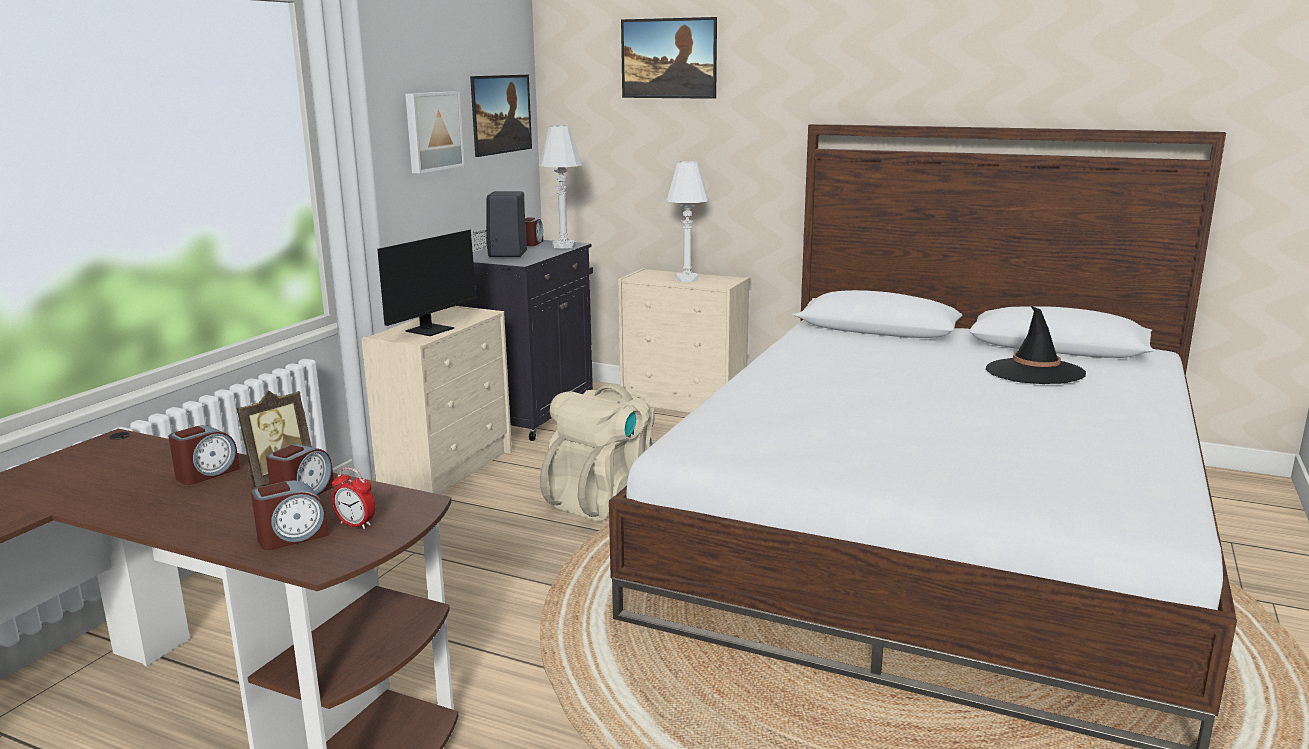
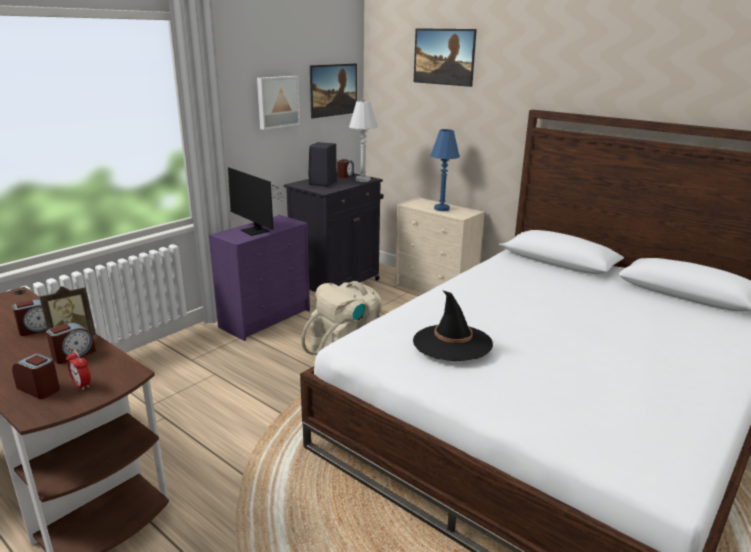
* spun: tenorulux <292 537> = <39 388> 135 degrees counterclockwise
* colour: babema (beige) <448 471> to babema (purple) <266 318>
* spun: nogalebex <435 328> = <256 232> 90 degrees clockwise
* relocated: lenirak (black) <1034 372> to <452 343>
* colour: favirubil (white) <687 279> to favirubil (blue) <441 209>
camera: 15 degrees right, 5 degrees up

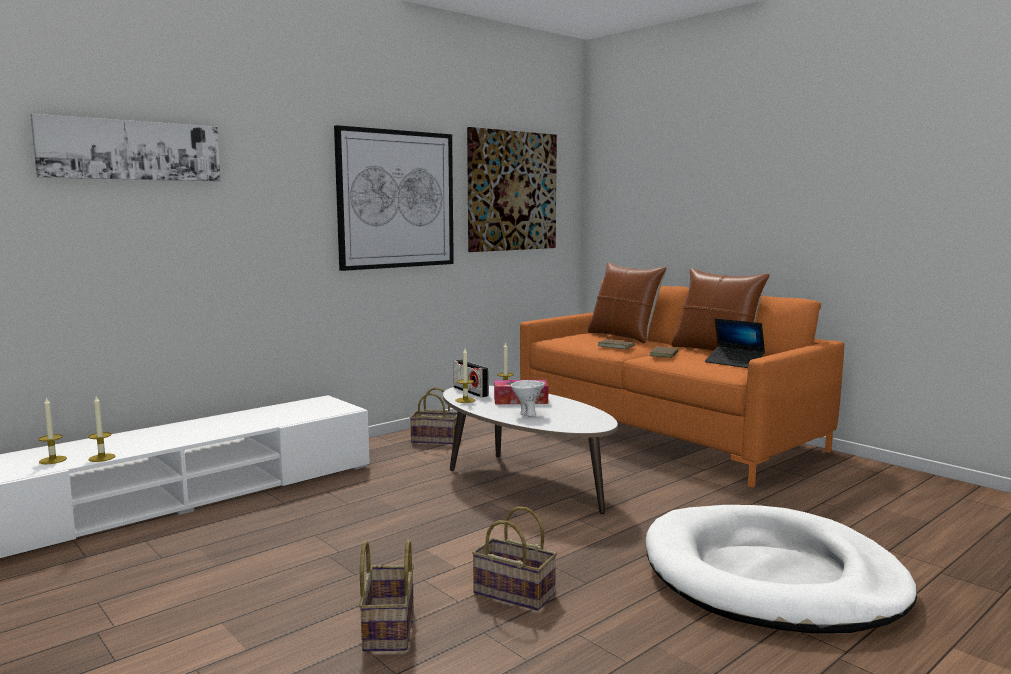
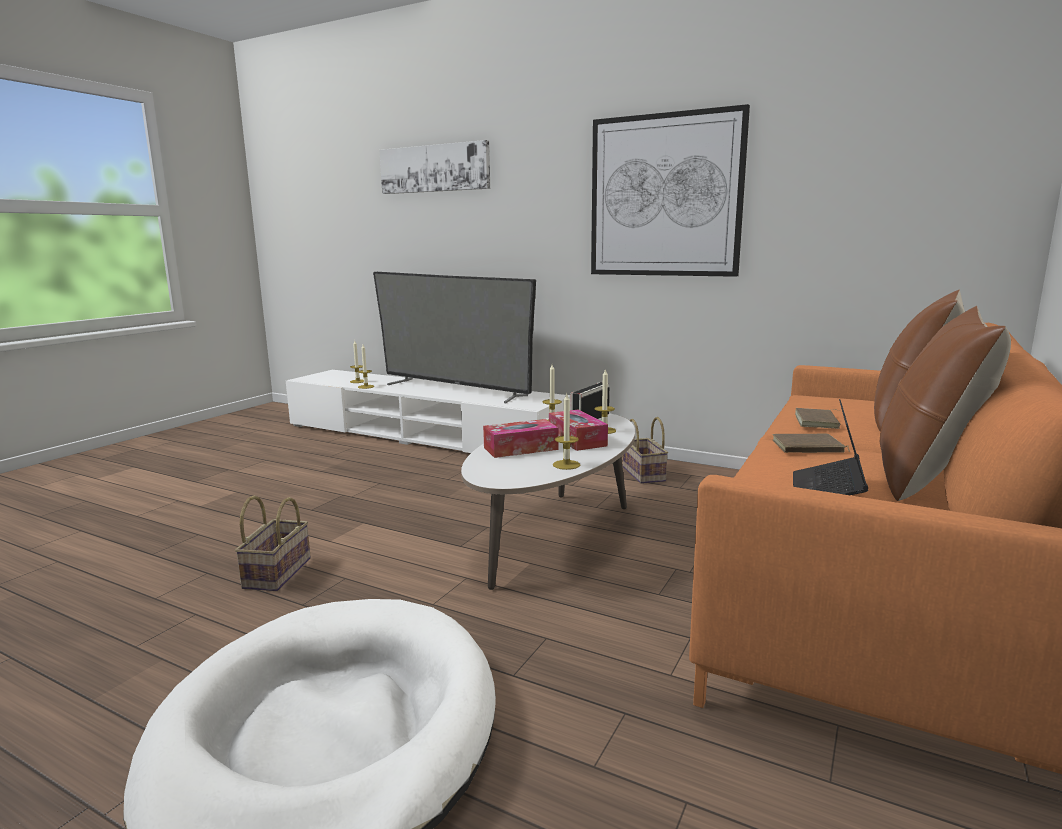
* appeared: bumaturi <454 390>
* exchanged: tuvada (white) <527 414> to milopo <520 448>
* appeared: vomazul <566 465>
* missing: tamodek <387 627>
* missing: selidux <512 191>
camera: 70 degrees right, 5 degrees up

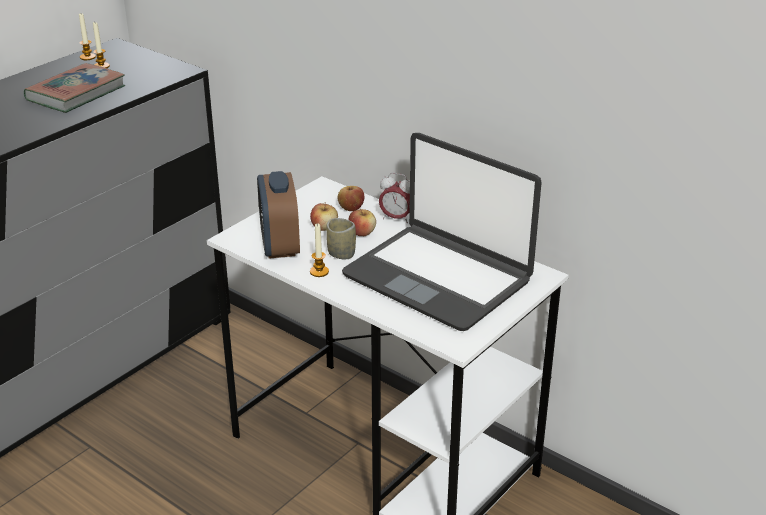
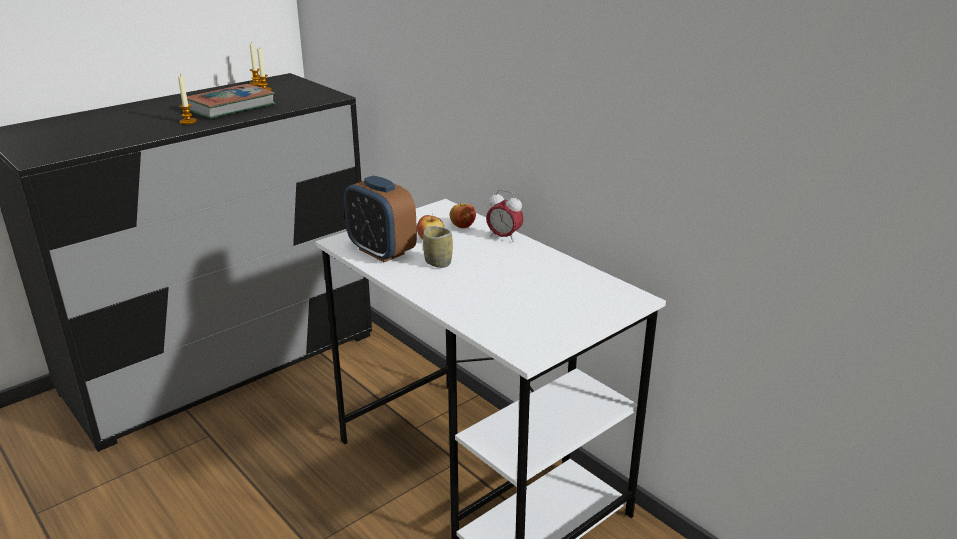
* relocated: vomazul <319 272> to <188 121>
* spun: tenorulux <280 246> = <381 251> 45 degrees counterclockwise
* missing: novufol <438 278>
* missing: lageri <362 233>
camera: 10 degrees right, 5 degrees down

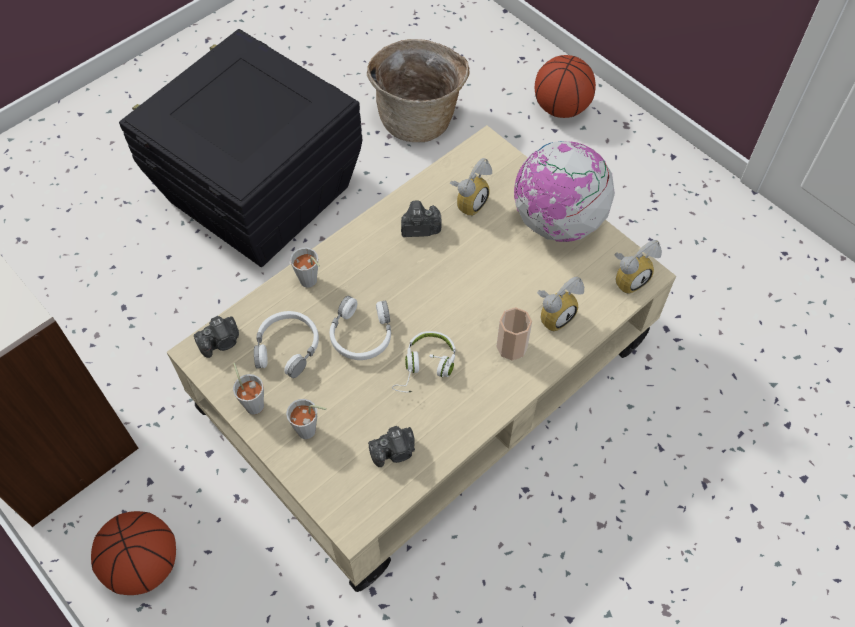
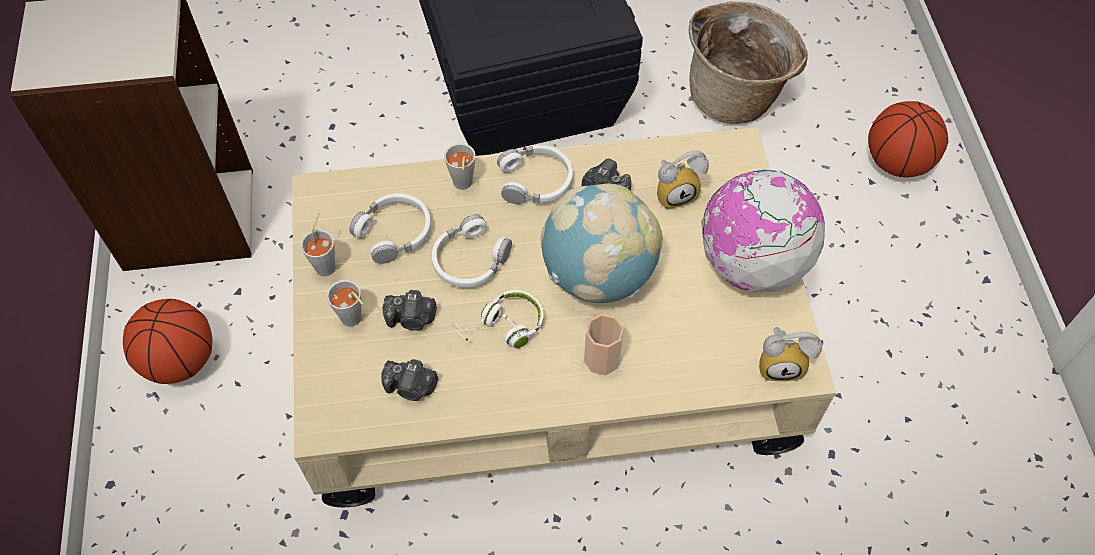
* relocated: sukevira <221 342> to <412 319>
* appeared: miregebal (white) <536 181>
* appeared: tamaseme <598 275>
* missing: tenorulux <554 314>
camera: 35 degrees right, 0 degrees up

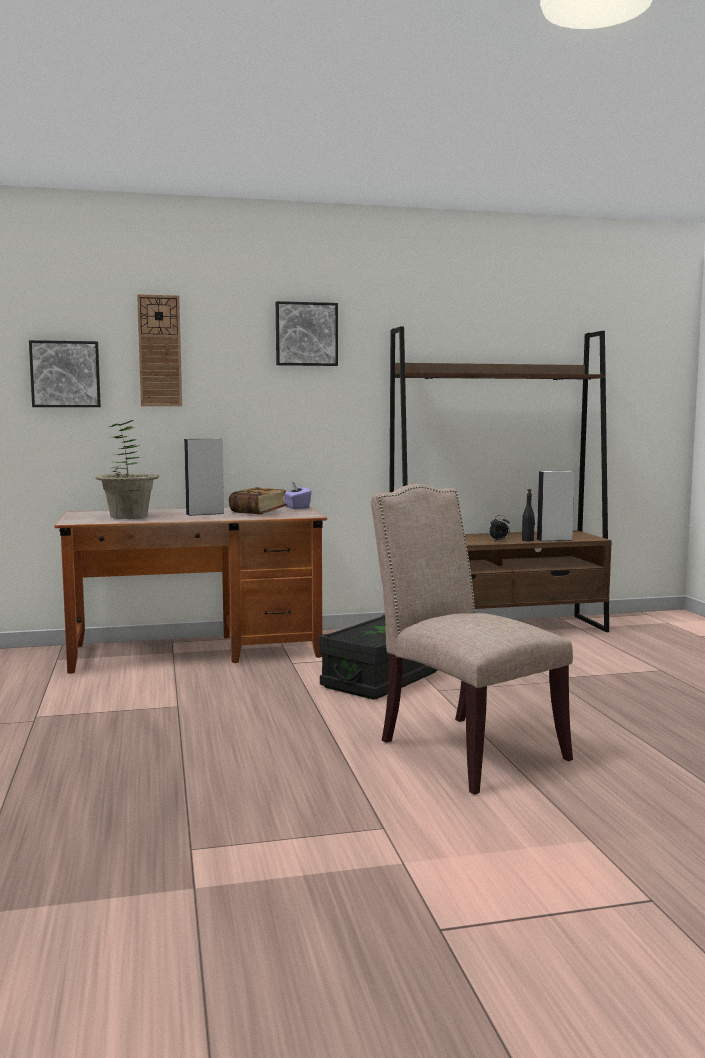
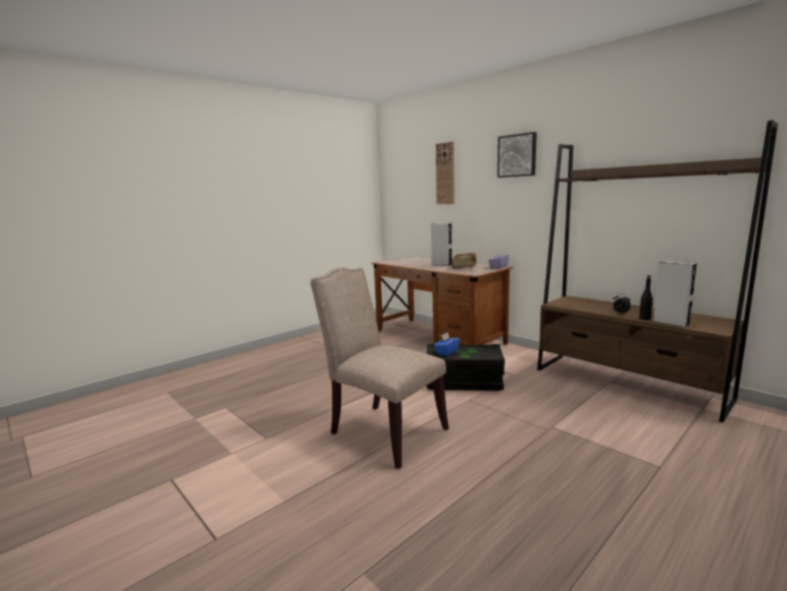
* spun: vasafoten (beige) <464 749> = <383 431> 75 degrees counterclockwise
* appeared: milopo (blue) <446 352>
* missing: selidux <65 374>
* missing: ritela <129 516>
camera: 60 degrees right, 5 degrees up

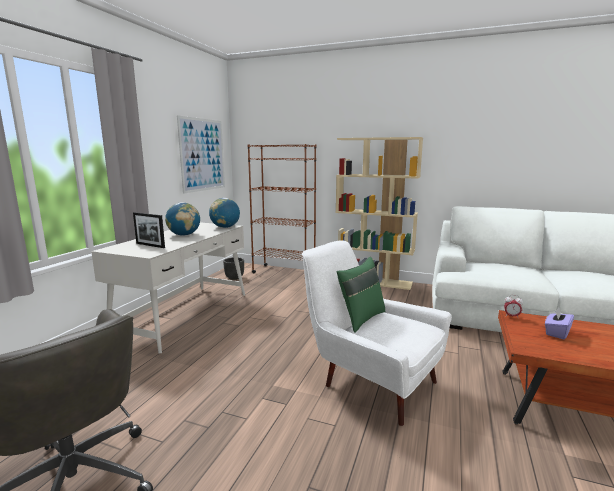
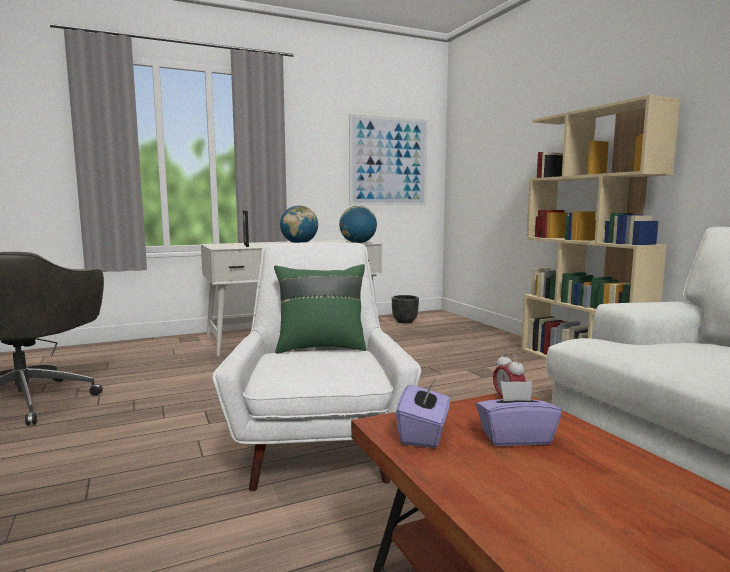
* appeared: milopo (purple) <424 434>
* missing: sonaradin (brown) <284 272>
camera: 45 degrees right, 5 degrees down

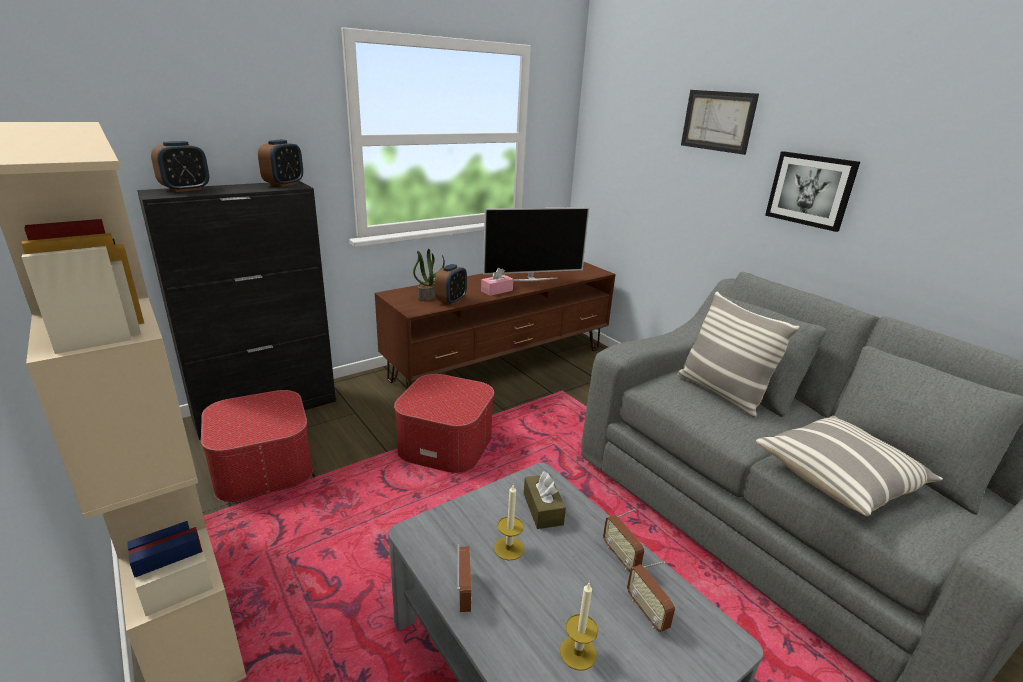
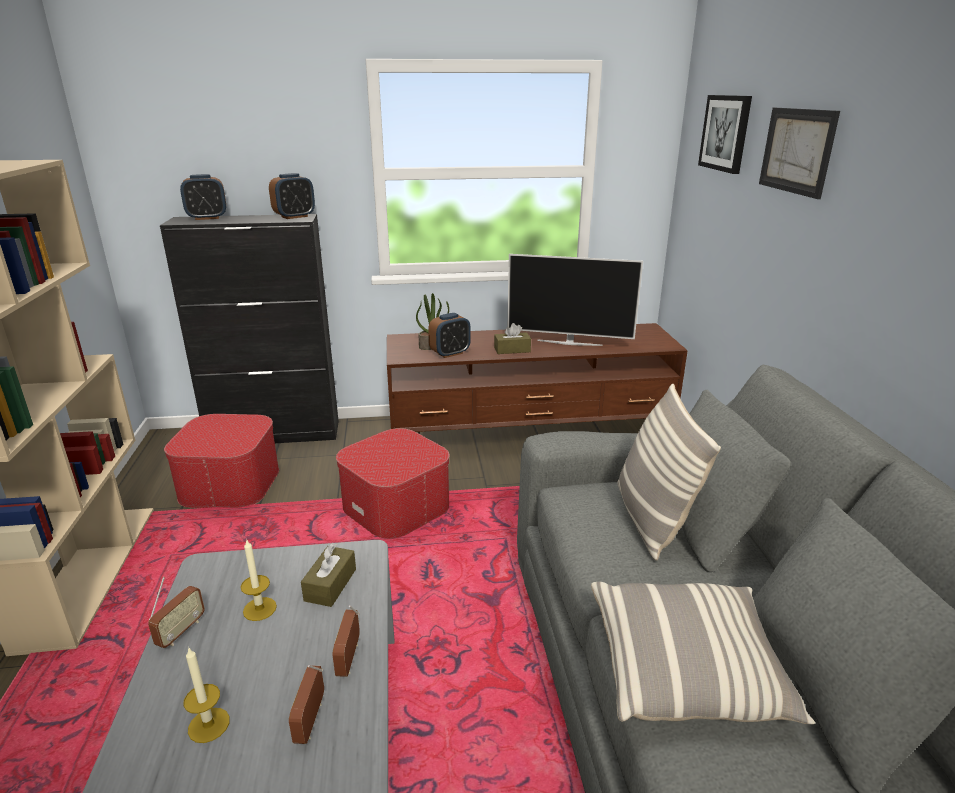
* colour: milopo (pink) <496 291> to milopo (brown) <512 350>
* relocated: selidux <810 190> to <726 133>
camera: 30 degrees right, 0 degrees up

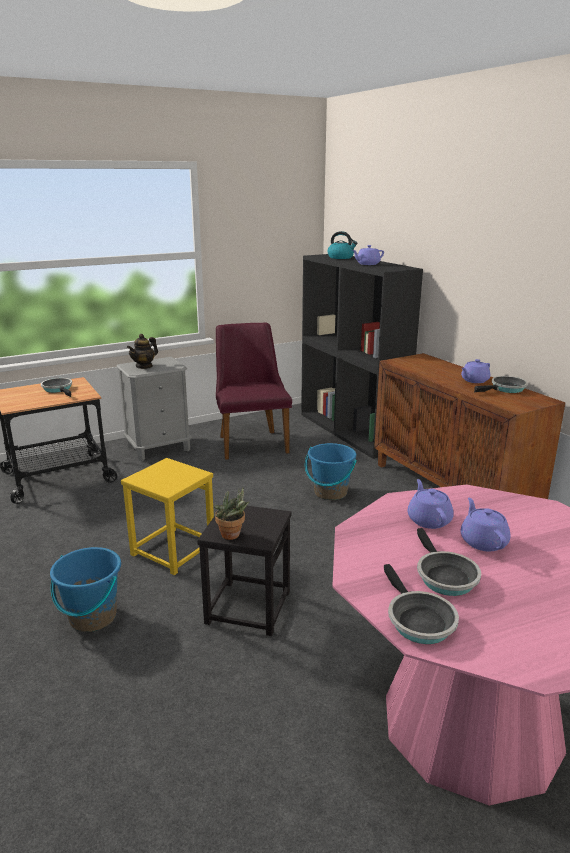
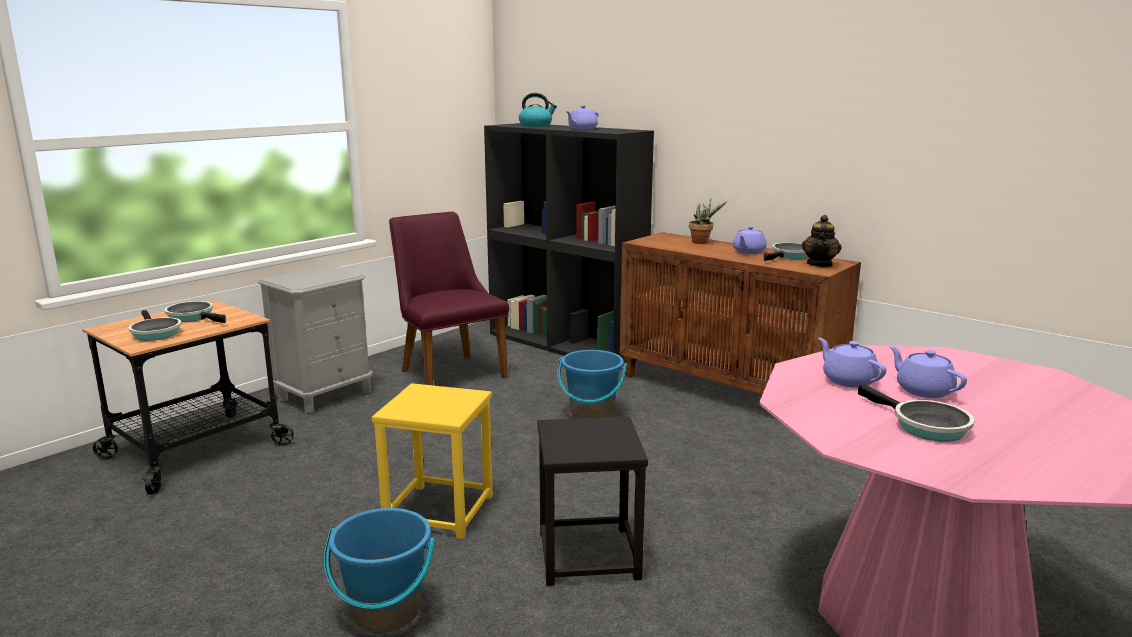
* relocated: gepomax <417 620> to <155 333>
* relocated: ritela <233 536> to <702 242>
* relocated: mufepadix <144 366> to <820 264>
camera: 20 degrees left, 5 degrees down

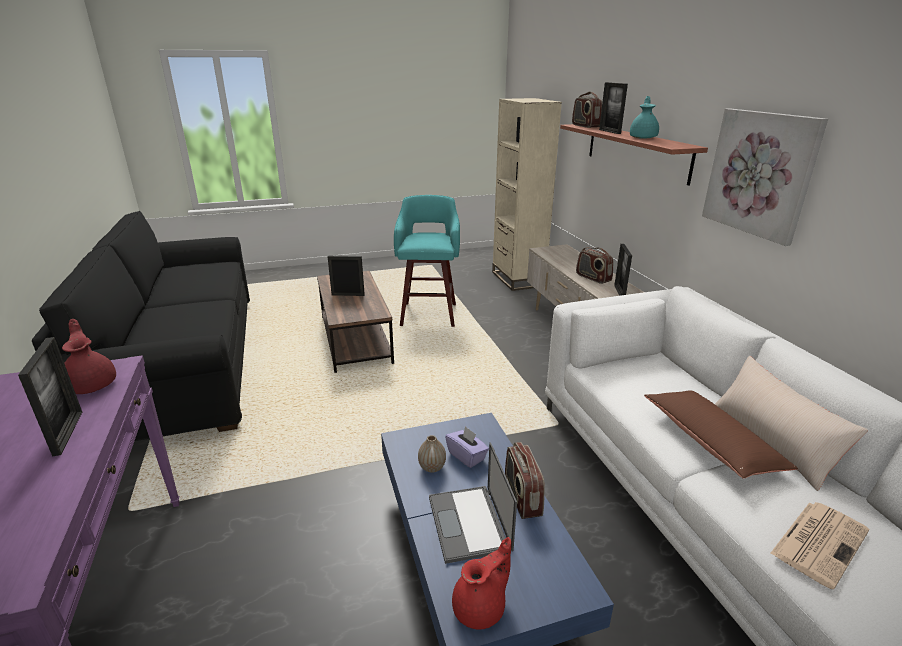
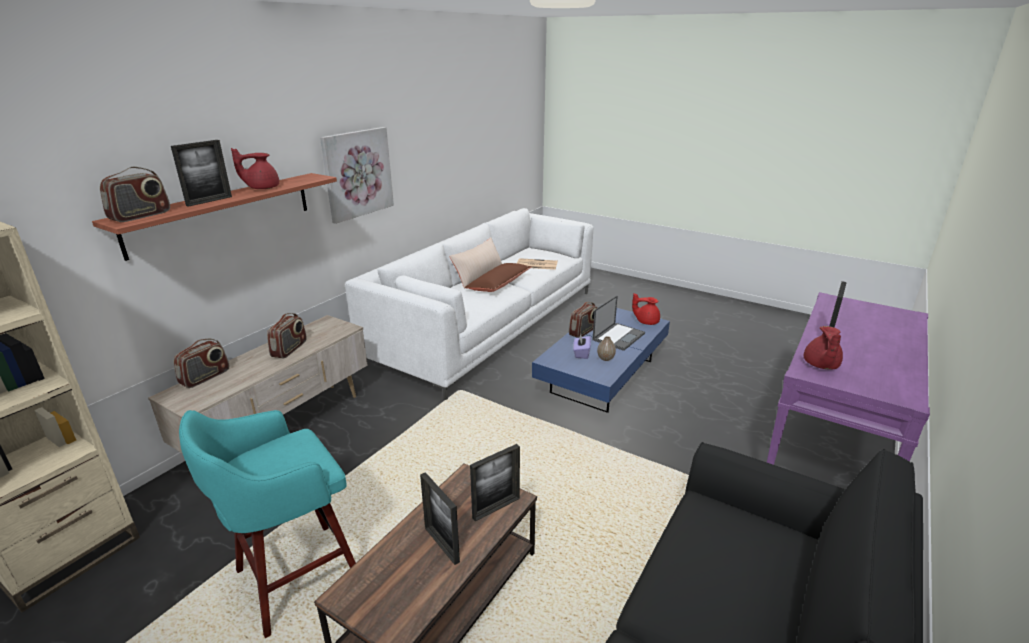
* appeared: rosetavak <205 377>
* colour: mufepadix (turquoise) <643 138> to mufepadix (red) <262 188>
* relocated: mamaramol <619 292> to <496 508>
camera: 130 degrees left, 0 degrees up

